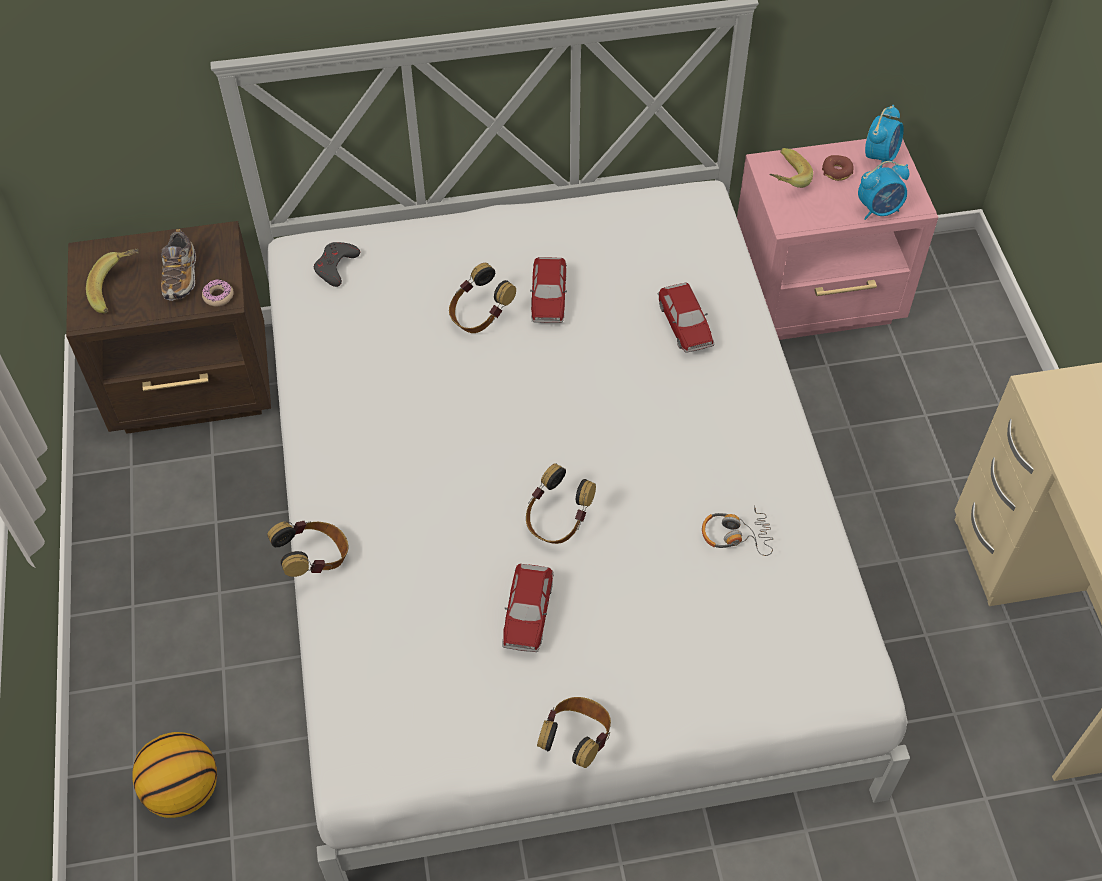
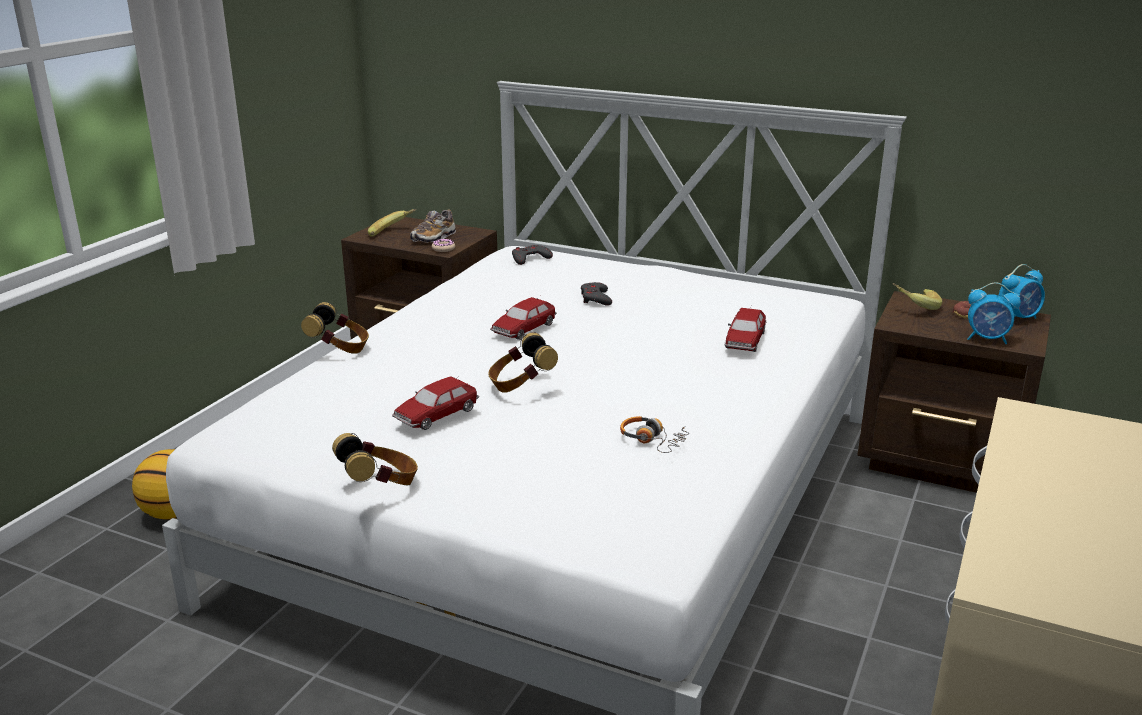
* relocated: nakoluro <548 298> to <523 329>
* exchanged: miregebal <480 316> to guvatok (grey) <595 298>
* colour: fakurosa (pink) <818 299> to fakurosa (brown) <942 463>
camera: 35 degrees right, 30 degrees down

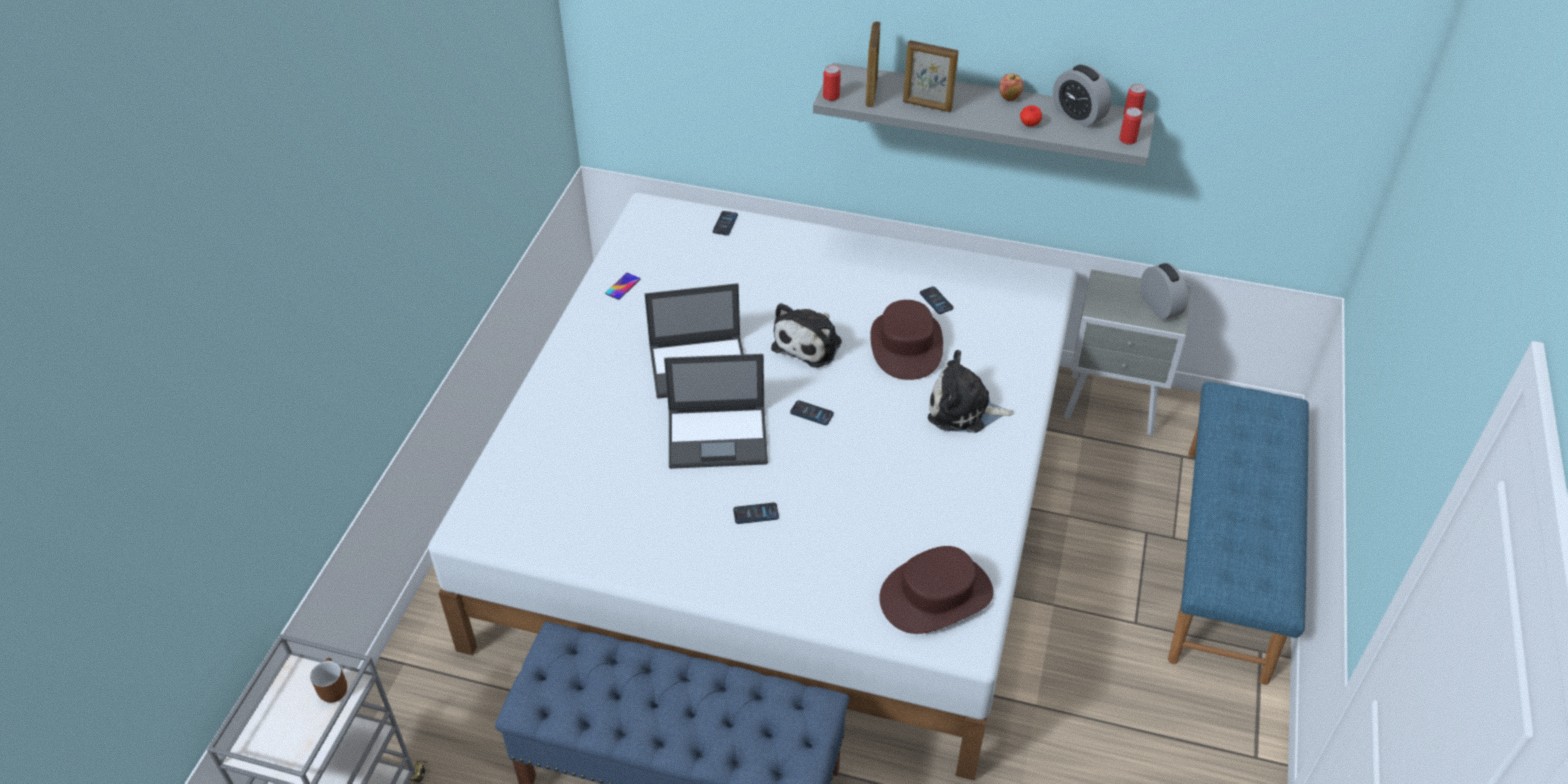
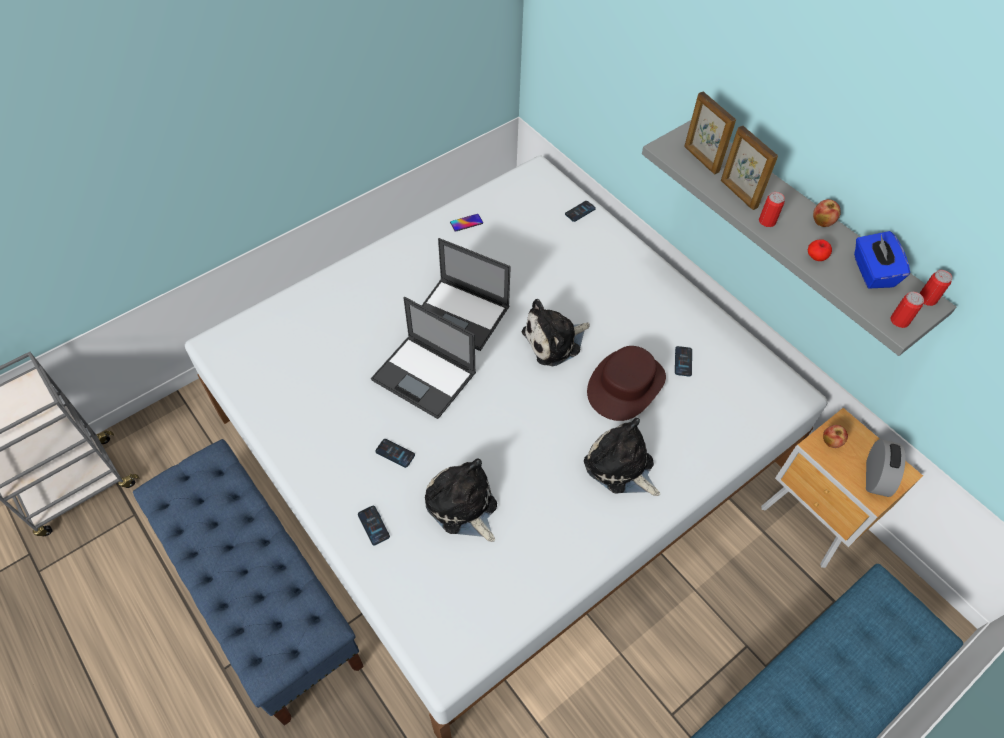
* relocated: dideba <811 413> to <373 525>
* appeared: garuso <463 507>
* spun: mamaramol <871 93> = <701 159> 75 degrees counterclockwise
* relocated: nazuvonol <831 96> to <767 221>
* colour: fakurosa (grey) <1113 407> to fakurosa (brown) <810 523>
* appeared: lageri <830 442>
* exchanged: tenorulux <1078 115> to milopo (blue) <872 272>
* missing: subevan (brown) <331 688>
* missing: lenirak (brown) <936 595>
camera: 35 degrees right, 10 degrees up

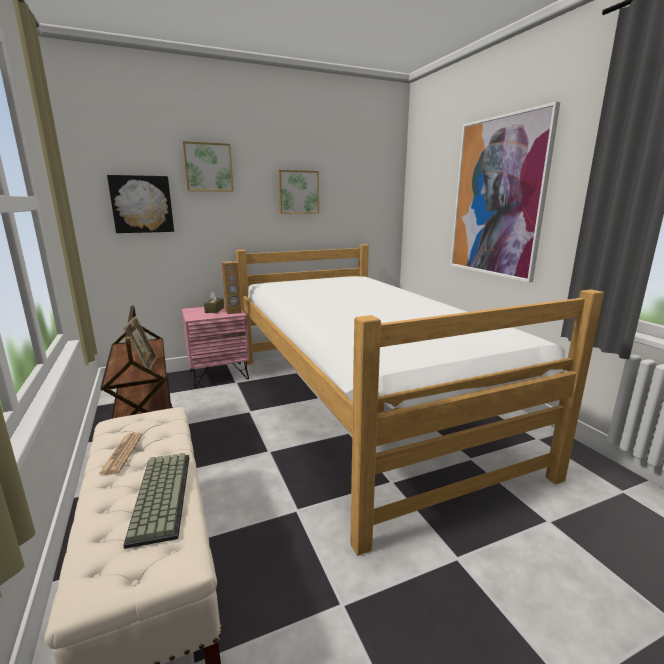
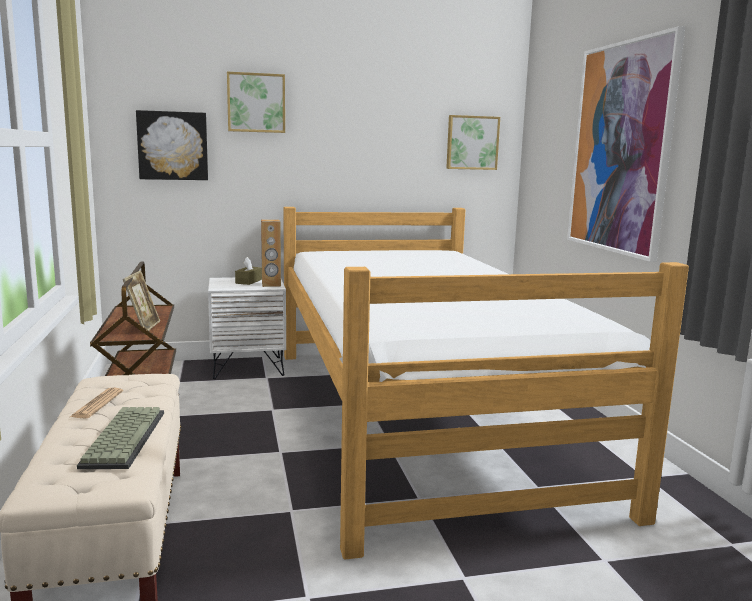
* colour: fakurosa (pink) <219 375> to fakurosa (white) <248 367>
* relocated: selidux <298 192> to <472 142>
camera: 10 degrees right, 5 degrees down

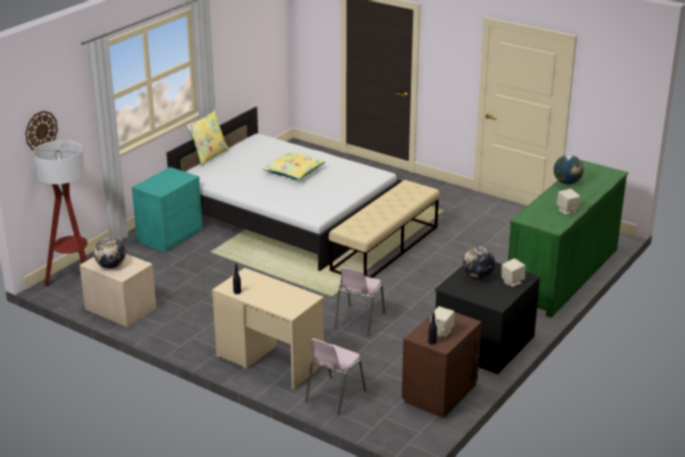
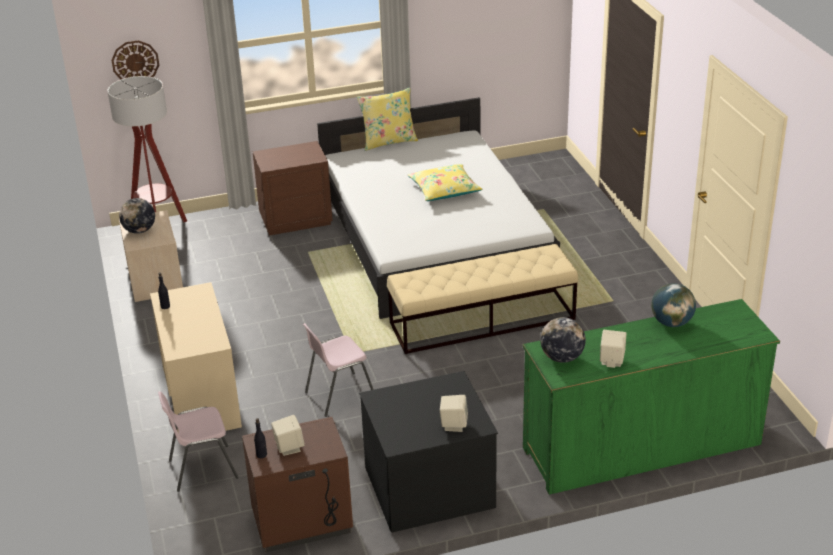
* colour: fakurosa (turquoise) <169 236> to fakurosa (brown) <295 219>
* relocated: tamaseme <477 276> to <562 358>
camera: 40 degrees right, 5 degrees up

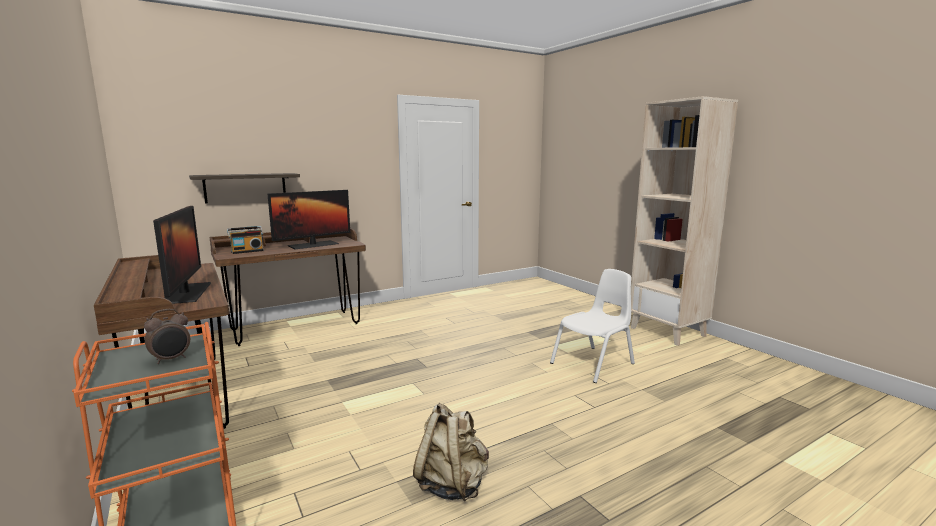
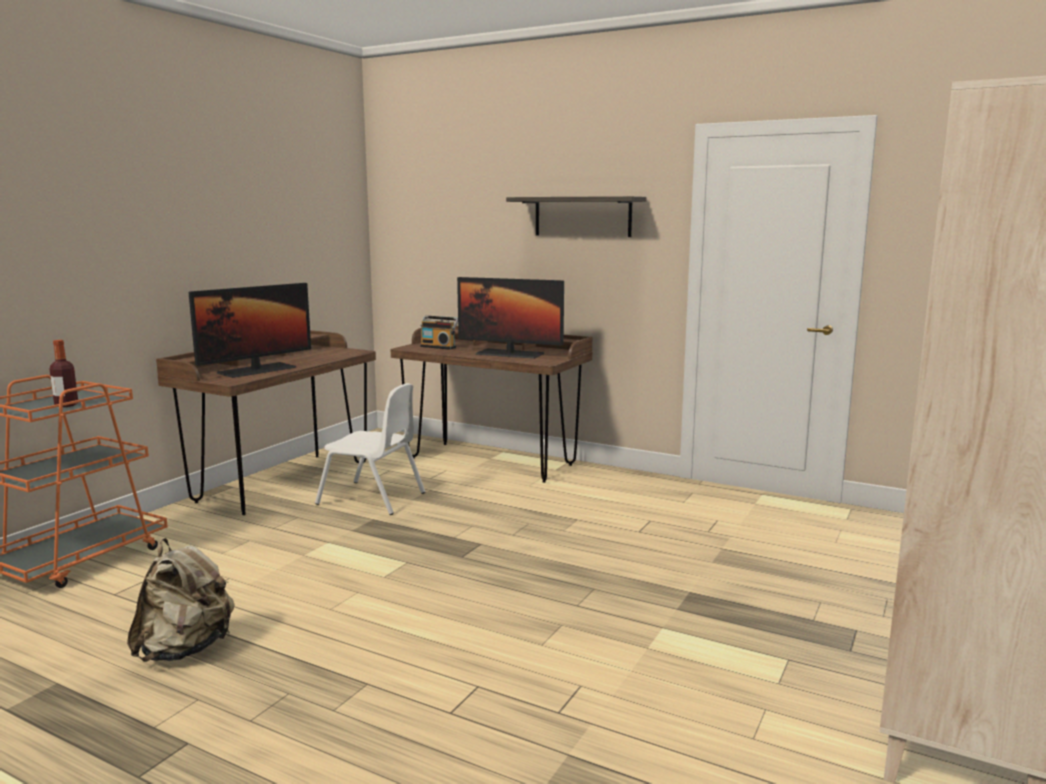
* exchanged: tenorulux <171 359> to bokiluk <66 405>
* relocated: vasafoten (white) <593 364> to <372 498>
* relocated: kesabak <245 187> to <582 216>
camera: 60 degrees right, 0 degrees up

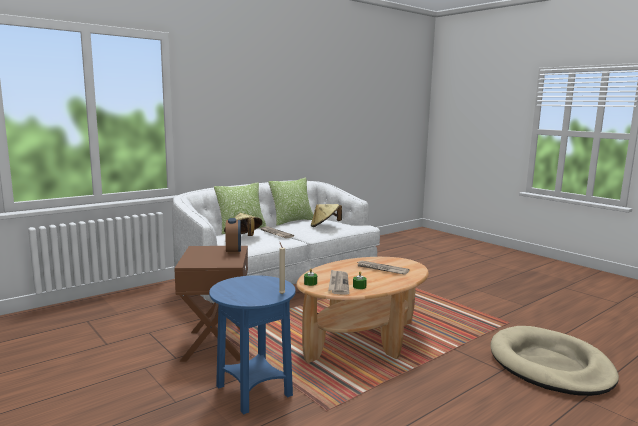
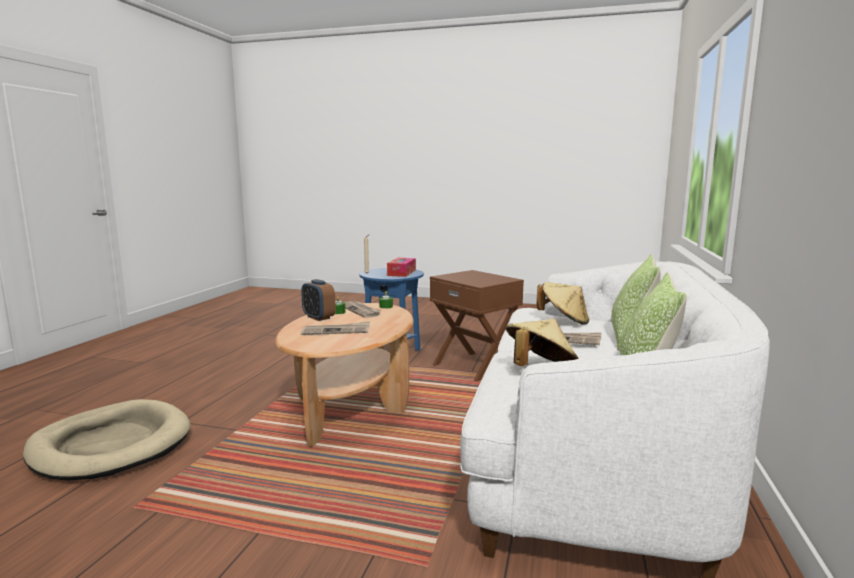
* relocated: tenorulux <233 251> to <318 317>
* appeared: milopo <401 273>
camera: 145 degrees right, 0 degrees up

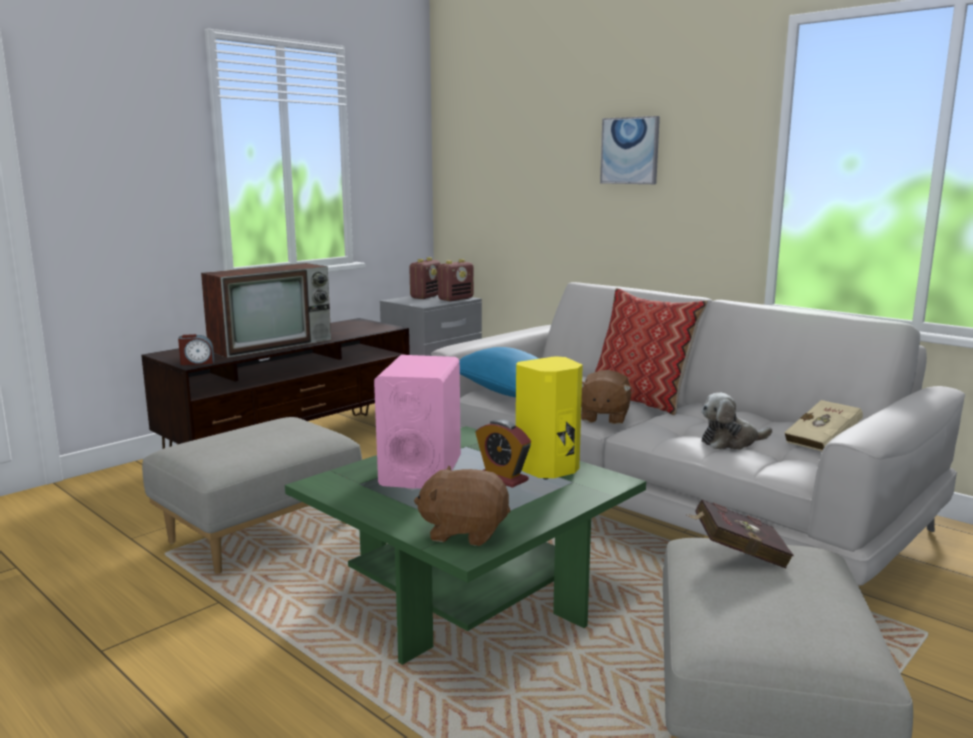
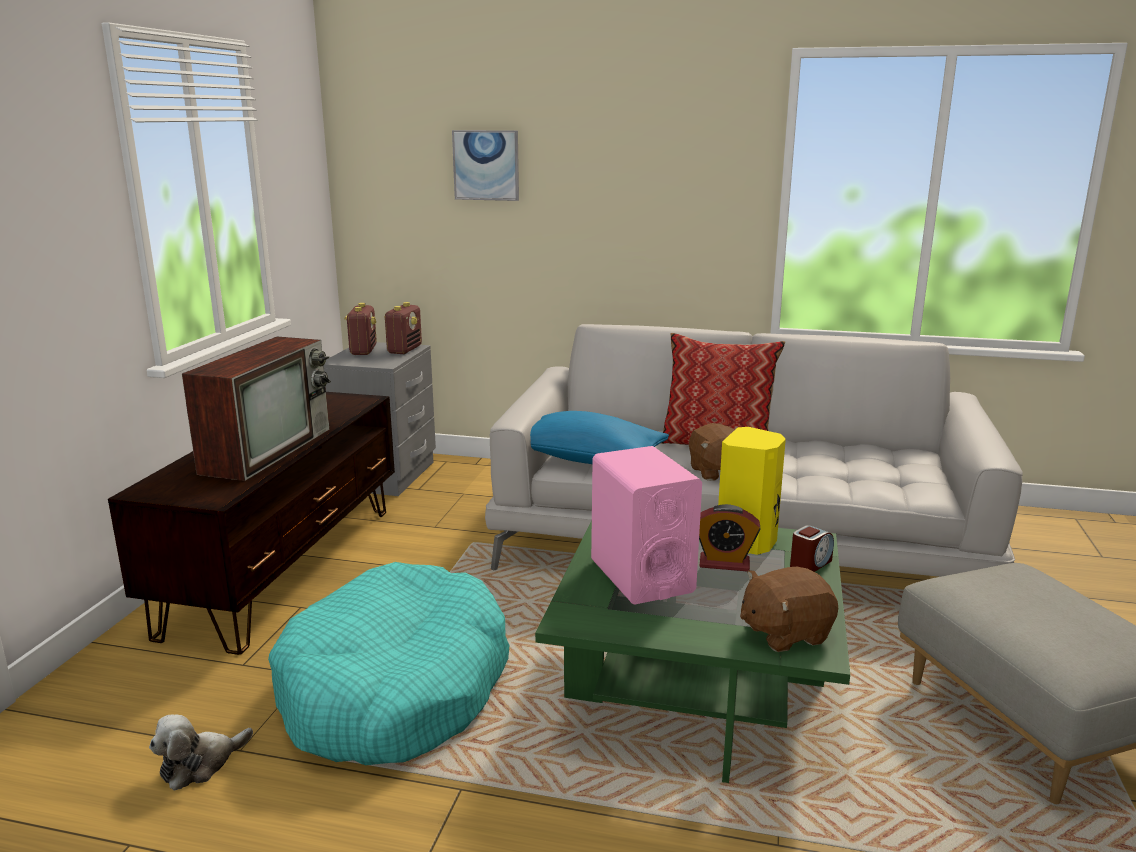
* relocated: garuso <731 442> to <200 764>
* exchanged: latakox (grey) <260 532> to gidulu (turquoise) <395 689>
* relocated: selidux <630 150> to <486 165>
* relocated: tenorulux <197 362> to <810 564>
* missing: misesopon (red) <736 554>
* missing: misesopon (beige) <824 442>
camera: 30 degrees left, 5 degrees up

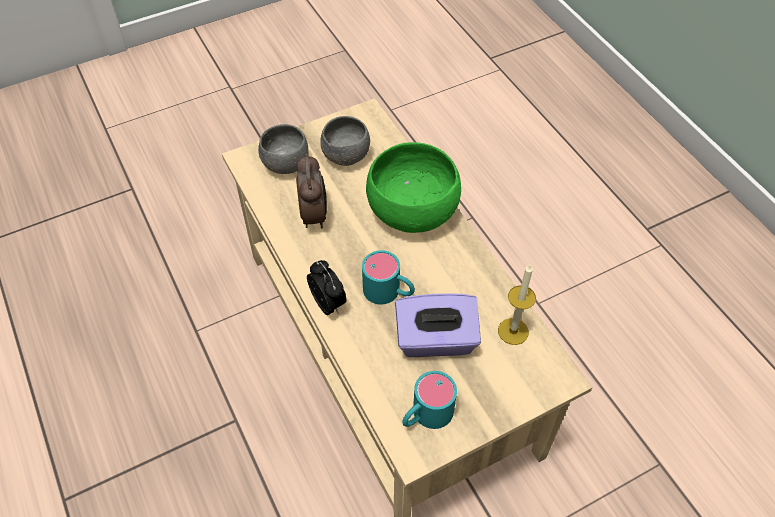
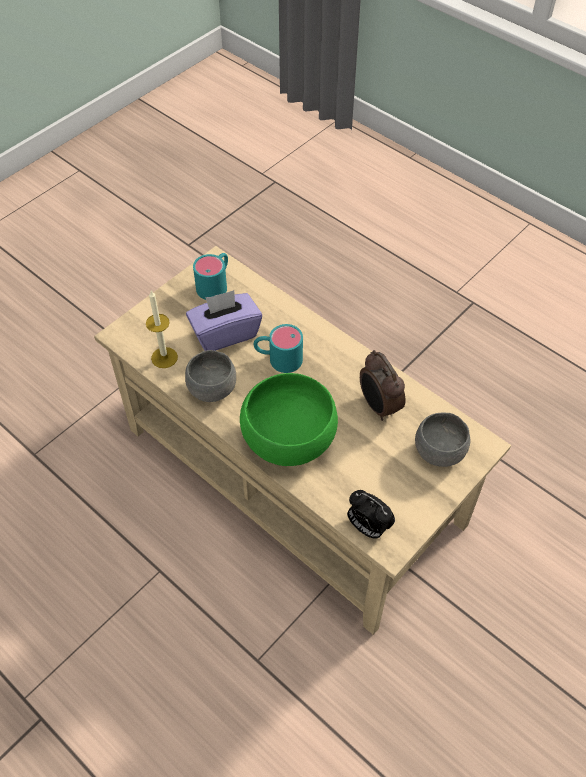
* relocated: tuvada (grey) <346 156> to <212 389>
* relocated: tenorulux <328 303> to <367 527>
camera: 160 degrees right, 0 degrees up

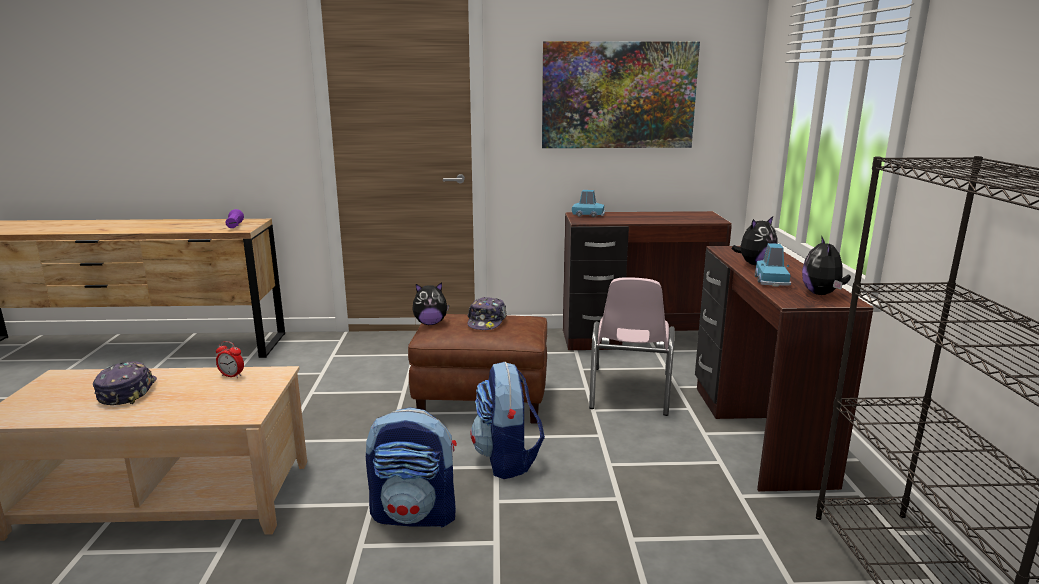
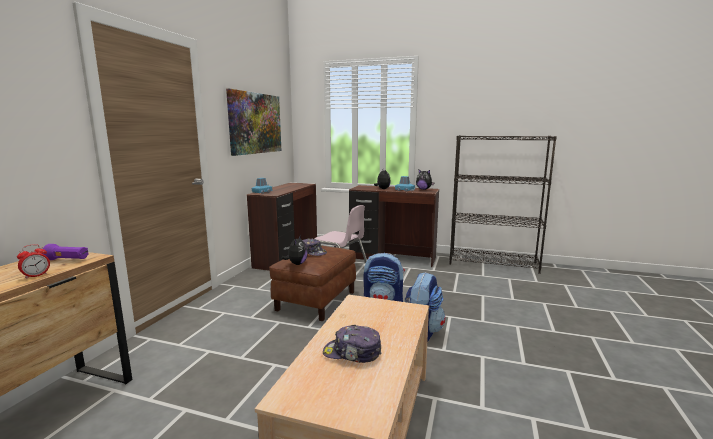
* relocated: tenorulux <232 376> to <36 276>
camera: 70 degrees left, 5 degrees down

